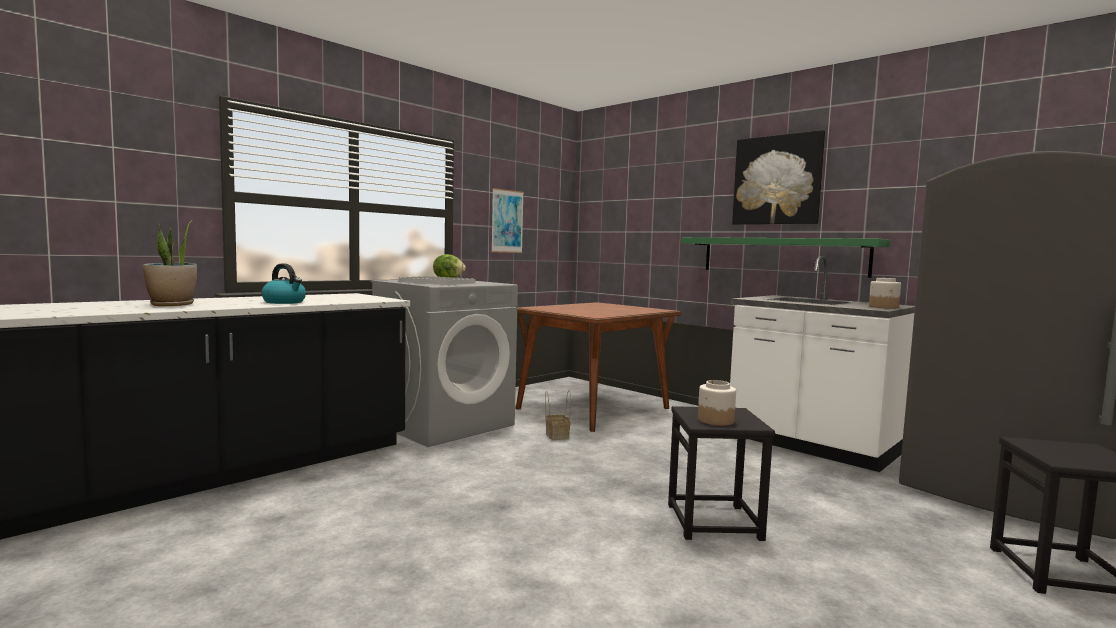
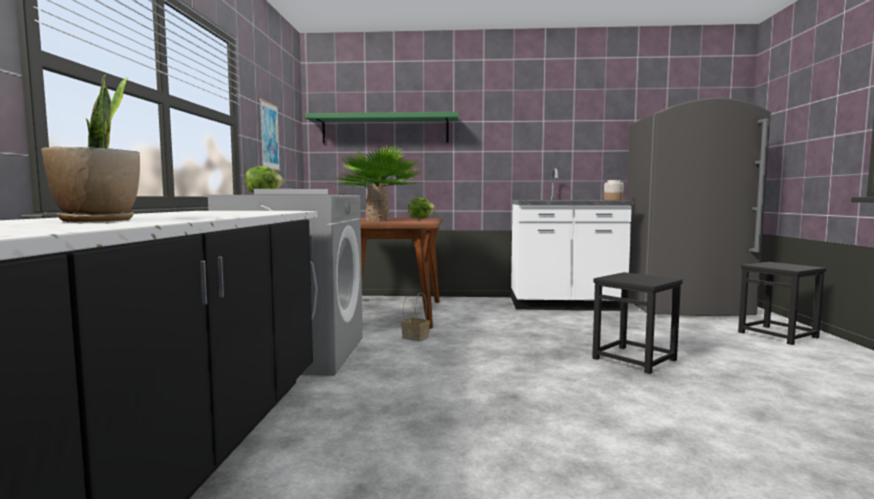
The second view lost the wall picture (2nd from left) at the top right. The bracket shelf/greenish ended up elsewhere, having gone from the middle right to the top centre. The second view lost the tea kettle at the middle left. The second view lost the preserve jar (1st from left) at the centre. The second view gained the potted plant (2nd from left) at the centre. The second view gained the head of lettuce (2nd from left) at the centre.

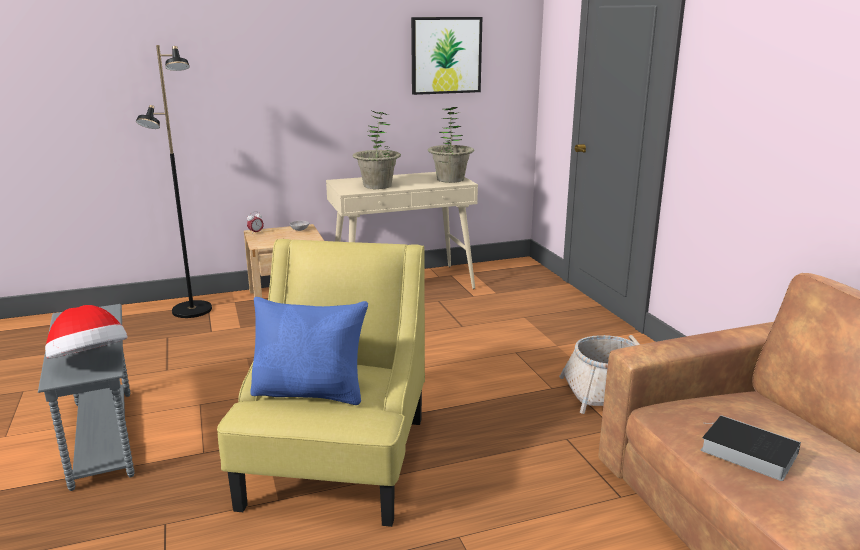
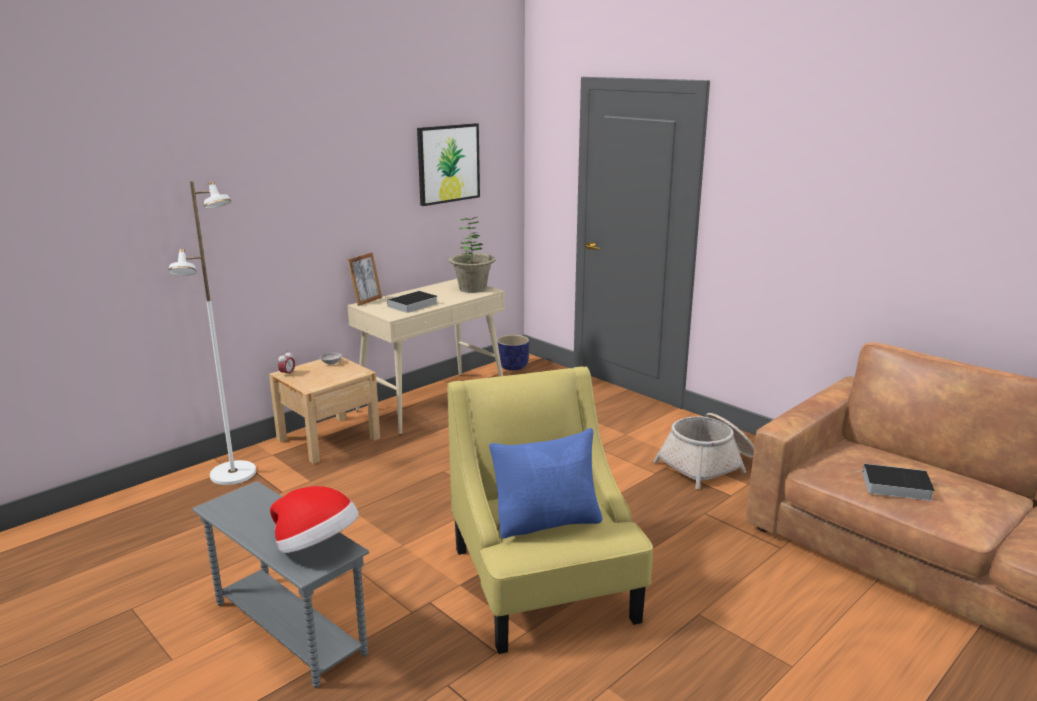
What was the standing lamp/black-coloured at the top left turned into the standing lamp/white-coloured at the middle left. Where the potted plant (1st from left) stood at the top centre, the book (1st from left) came to stand at the centre. The second view gained the picture frame at the centre. The second view gained the plant pot at the centre.

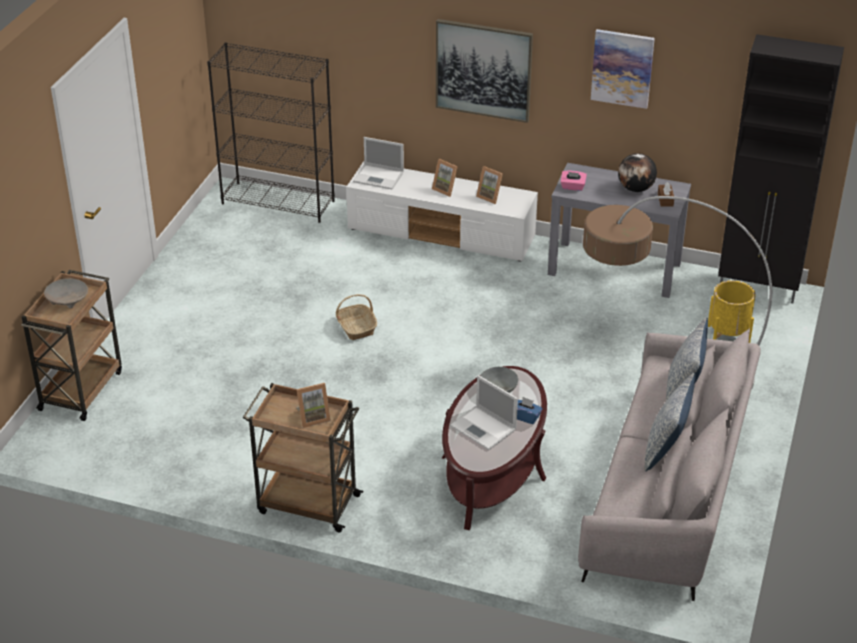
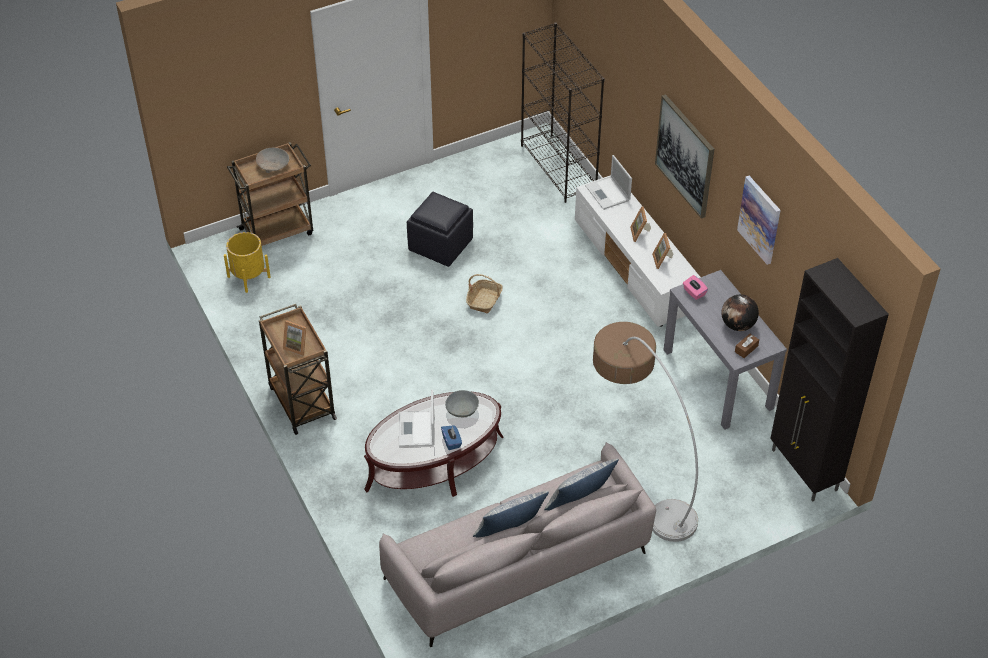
The plant pot/yellowish ended up elsewhere, having gone from the middle right to the middle left. The second view gained the footrest/black-coloured at the centre.

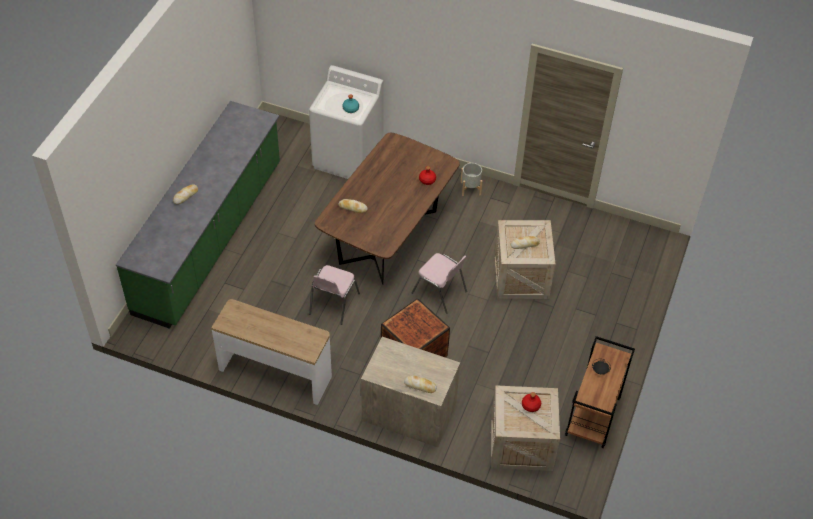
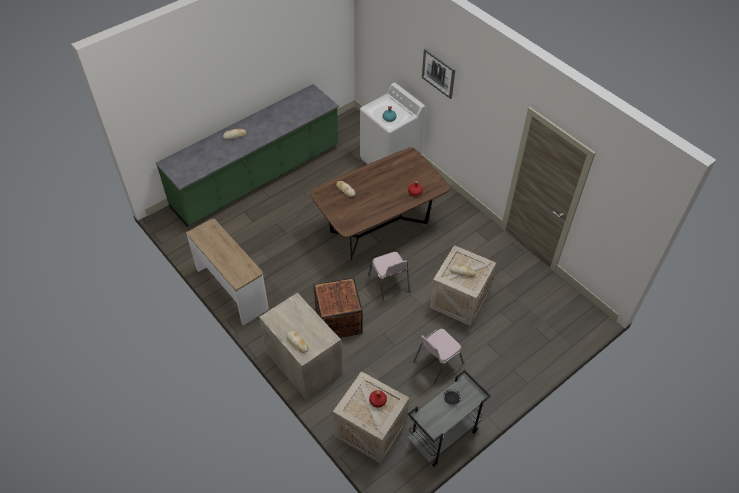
The second view lost the plant pot/greyish at the centre. The plain chair/pinkish (1st from left in the first image) ended up elsewhere, having gone from the centre to the bottom centre. What was the wheeled cart/brownish at the bottom right turned into the wheeled cart/greyish at the bottom centre. The second view gained the wall picture at the top centre.

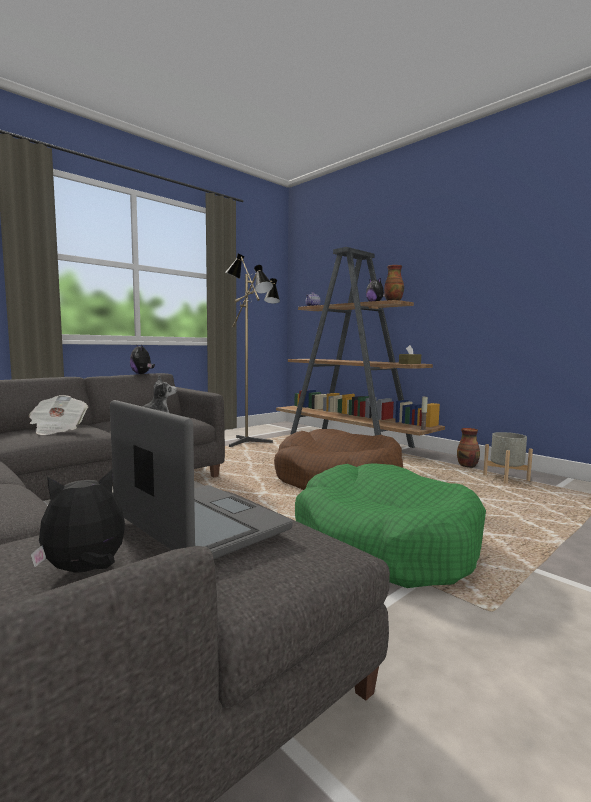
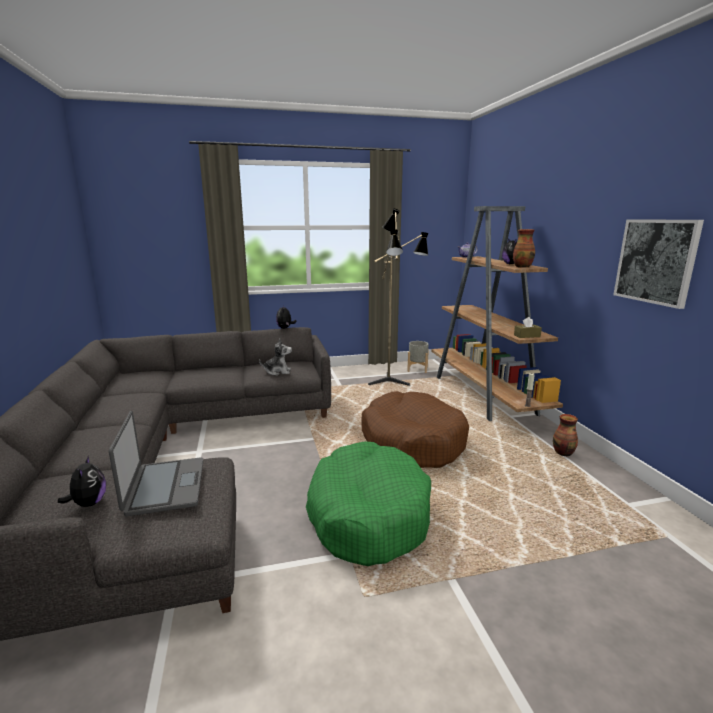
The second view lost the printed paper at the middle left. The plant pot/greyish ended up elsewhere, having gone from the middle right to the centre. The plush toy (1st from left) at the middle left ended up facing another way, 75 degrees clockwise from before. The second view gained the wall picture at the middle right.

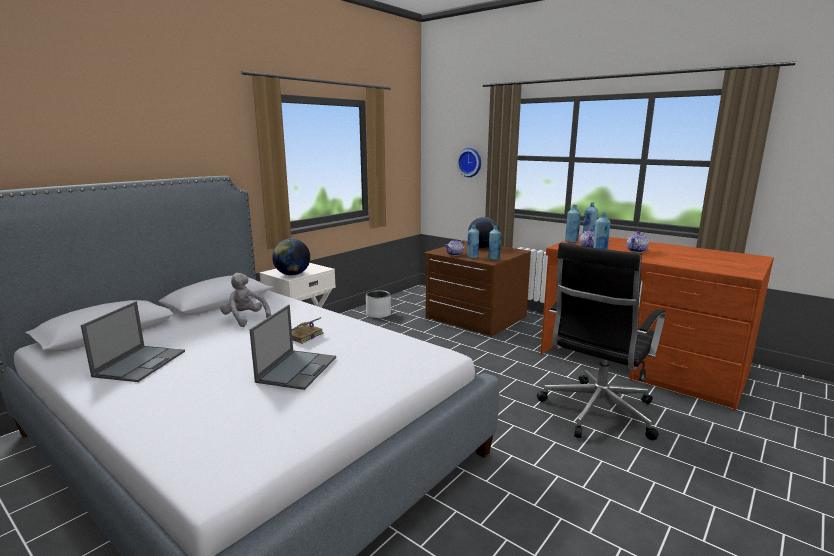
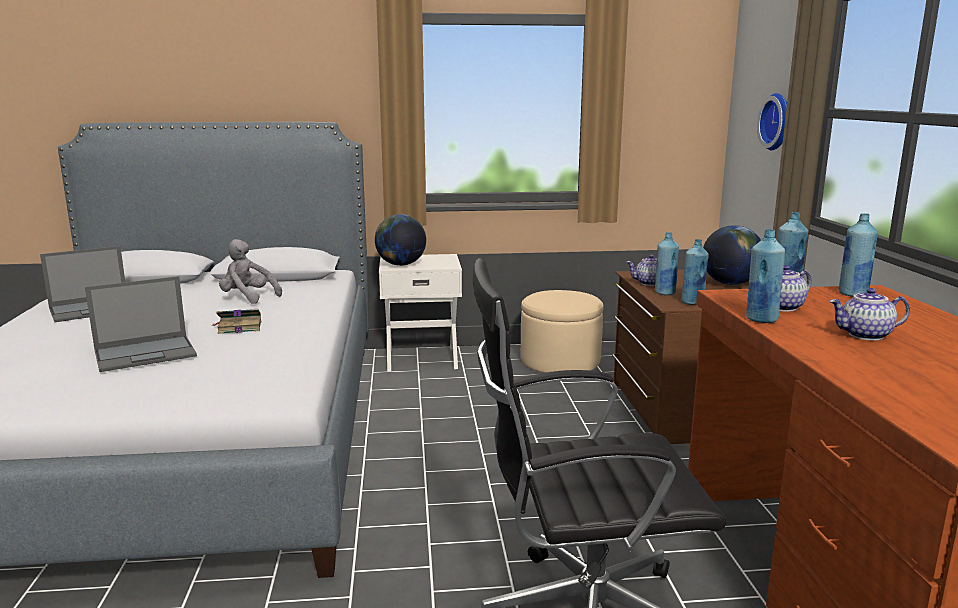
The plush toy/greyish at the middle left ended up facing another way, 60 degrees counterclockwise from before. Where the plant pot/greyish stood at the centre, the footrest/beige-coloured came to stand at the centre.

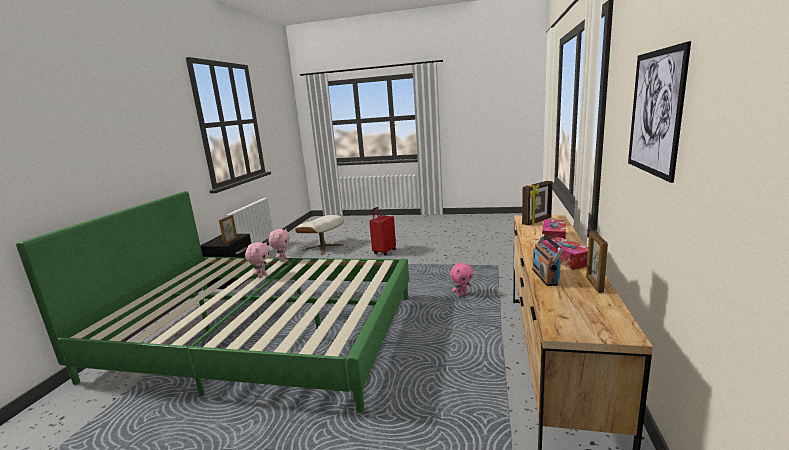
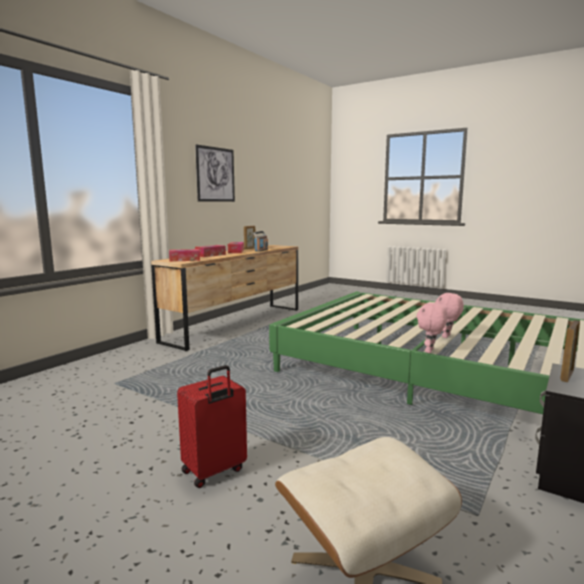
Where the picture frame (2nd from left) stood at the middle right, the tissue holder (1st from left) came to stand at the middle left. The second view lost the plush toy/pinkish (3rd from left) at the centre.

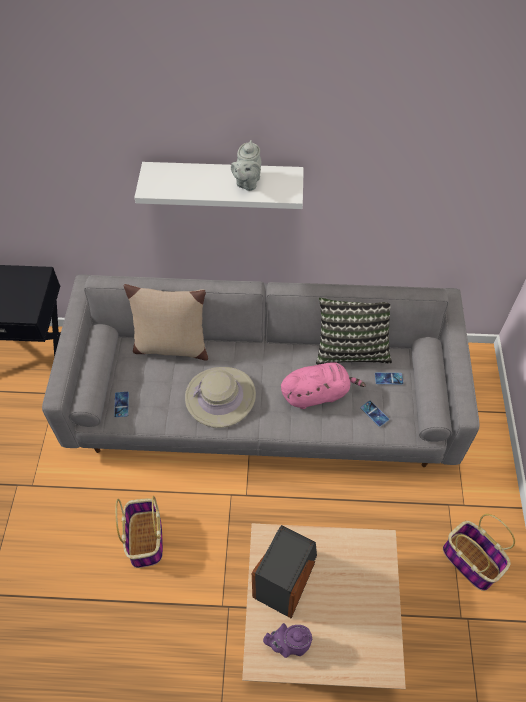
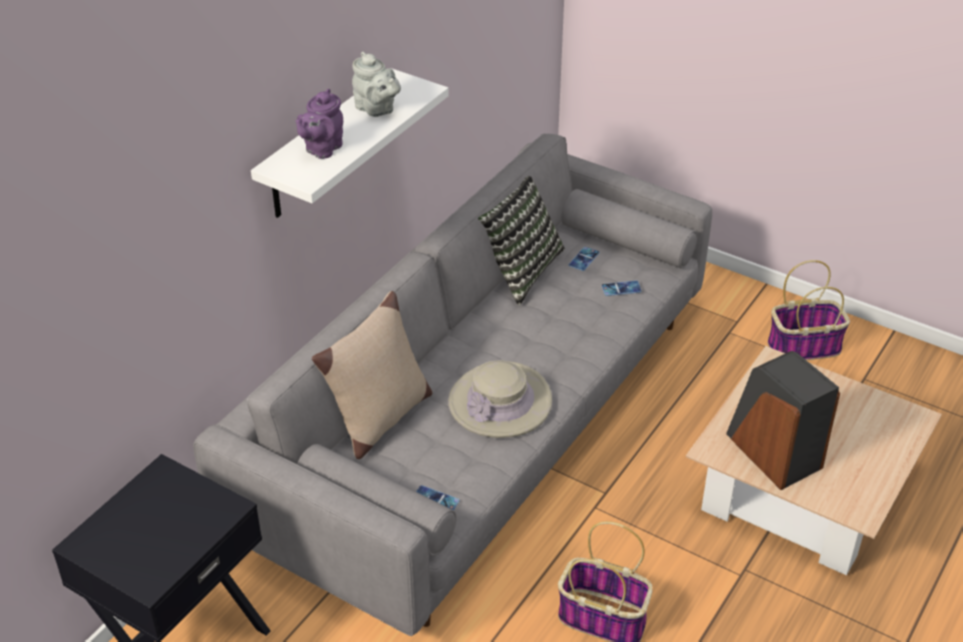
The second view lost the plush toy/pinkish at the centre. The pot for tea/purplish ended up elsewhere, having gone from the bottom centre to the top left.

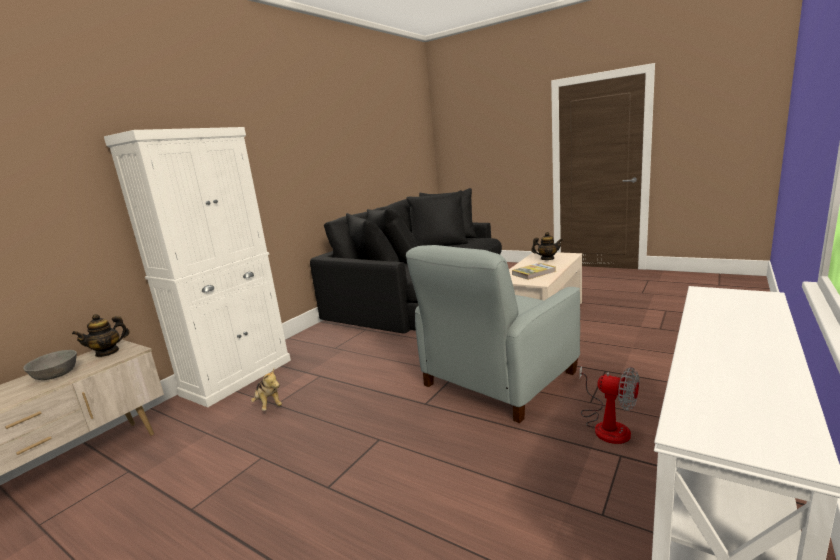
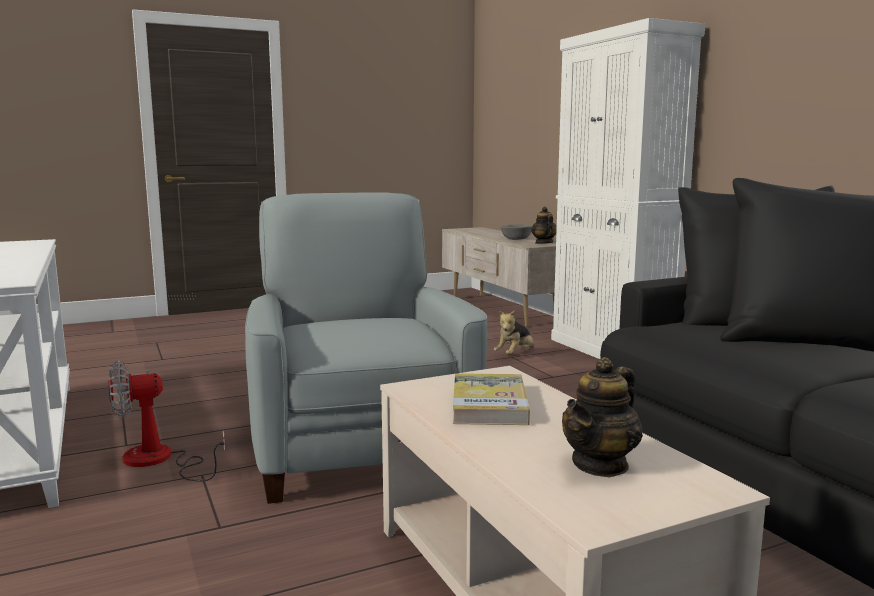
The plush toy at the bottom left ended up facing another way, 45 degrees counterclockwise from before.

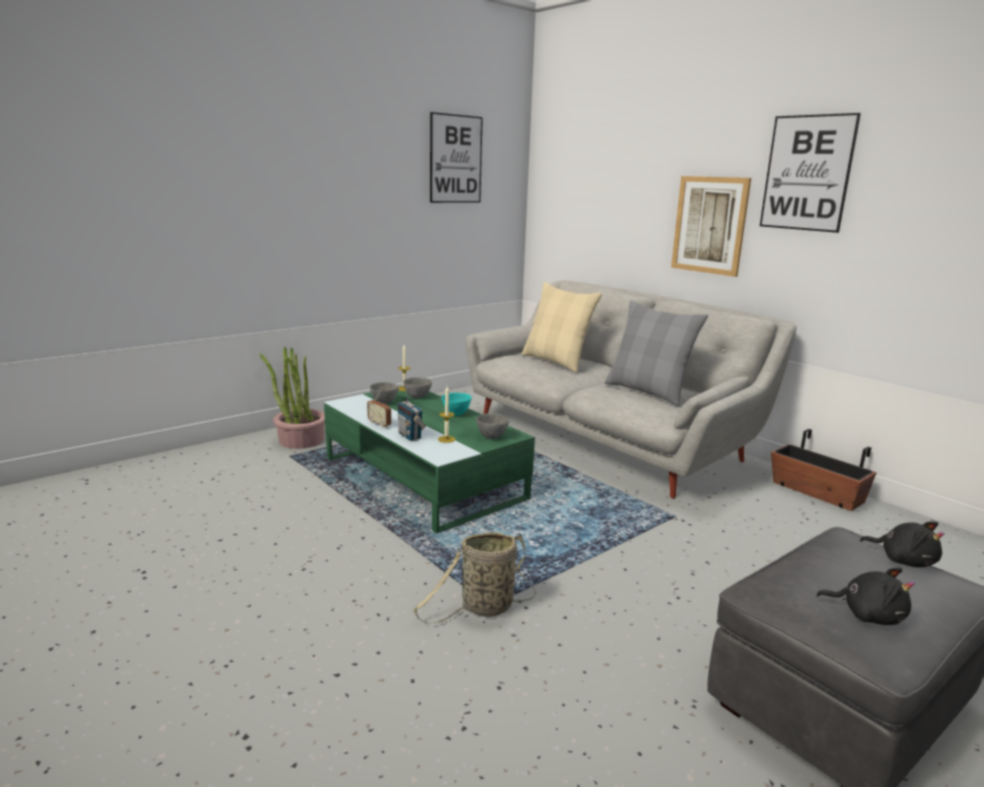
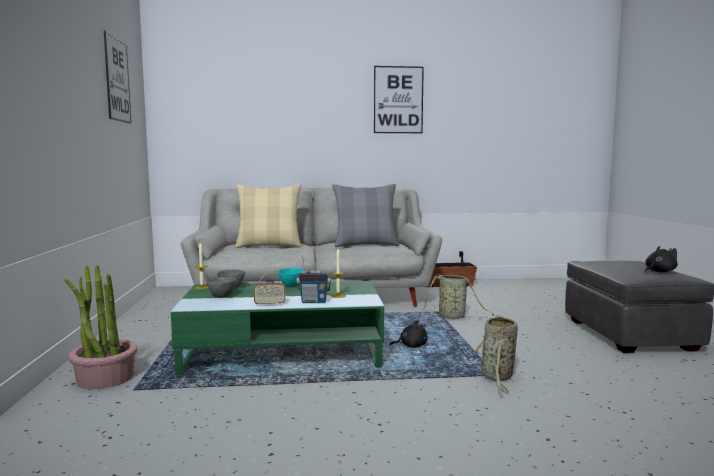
The second view lost the wall picture (2nd from left) at the top right. The second view lost the bowl/greyish (3rd from left) at the centre. The plush toy/black-coloured (2nd from left in the first image) ended up elsewhere, having gone from the bottom right to the bottom centre. The second view gained the basket (1st from left) at the centre.

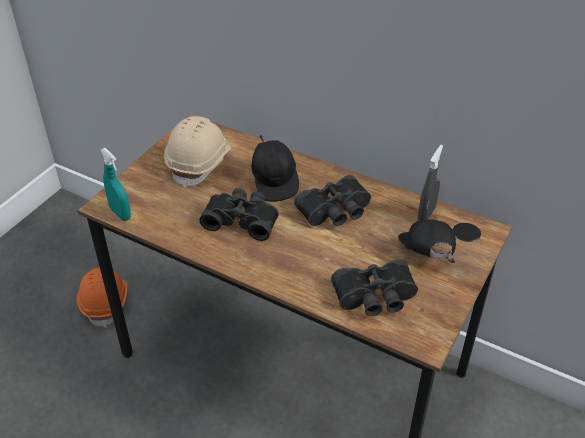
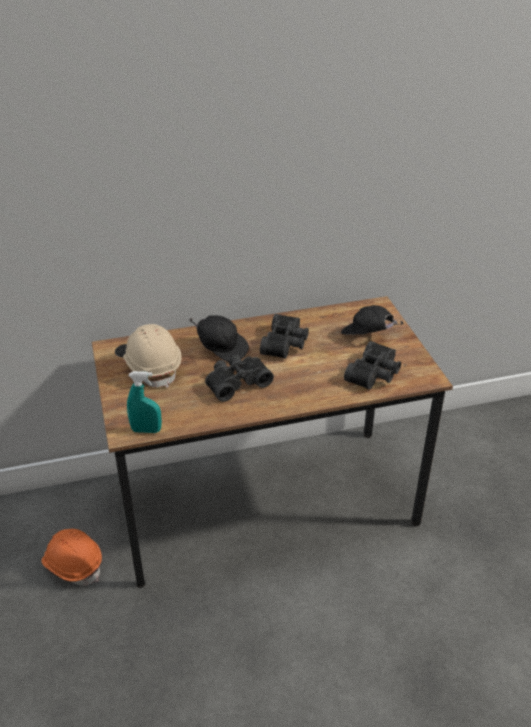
The second view lost the hand sprayer/greyish at the middle right.

